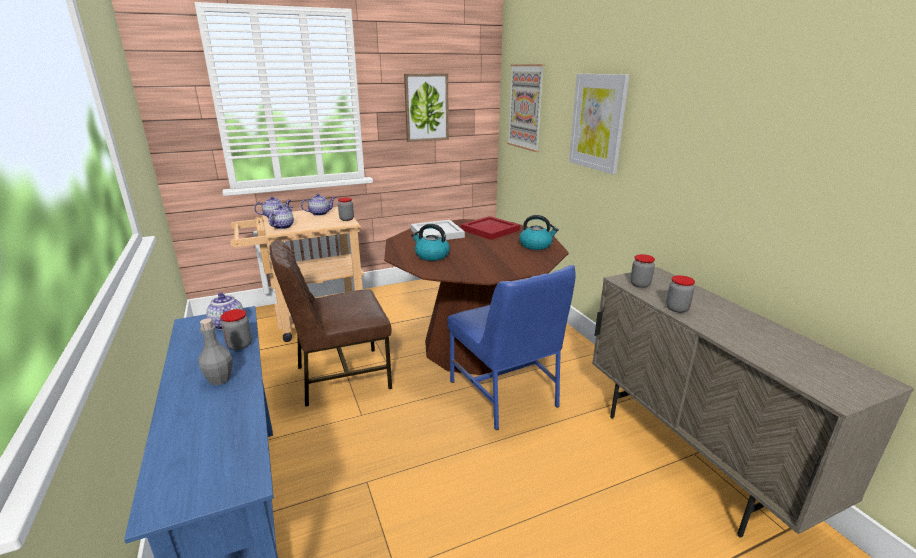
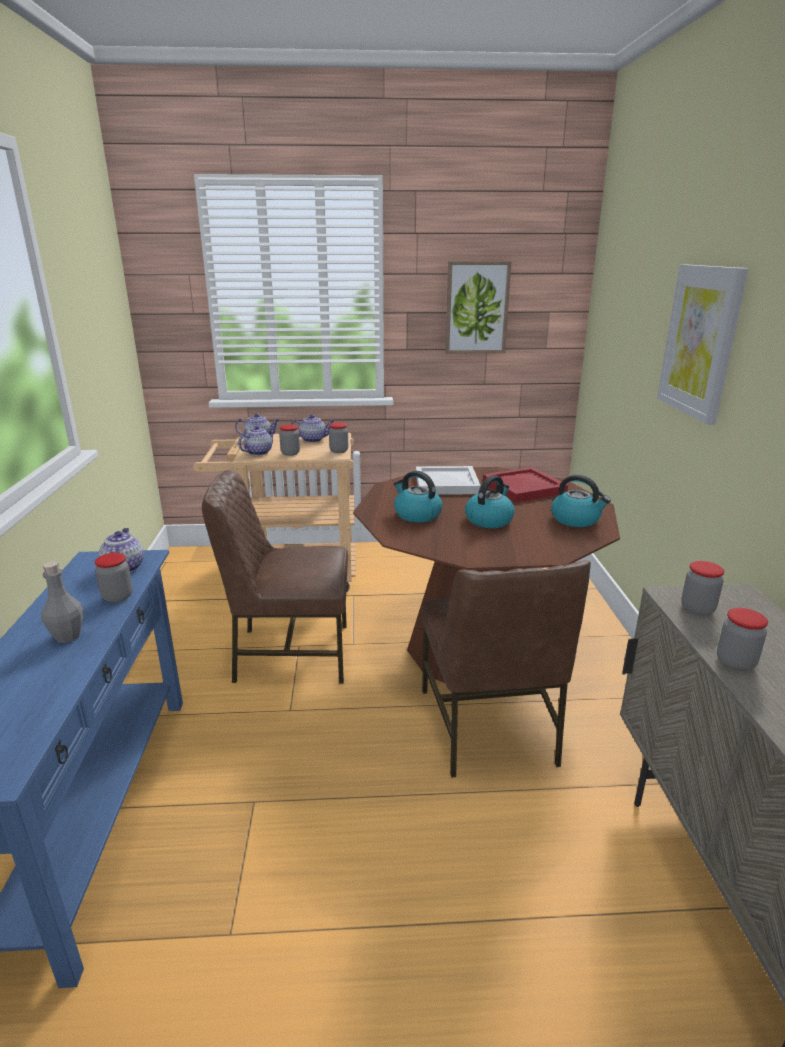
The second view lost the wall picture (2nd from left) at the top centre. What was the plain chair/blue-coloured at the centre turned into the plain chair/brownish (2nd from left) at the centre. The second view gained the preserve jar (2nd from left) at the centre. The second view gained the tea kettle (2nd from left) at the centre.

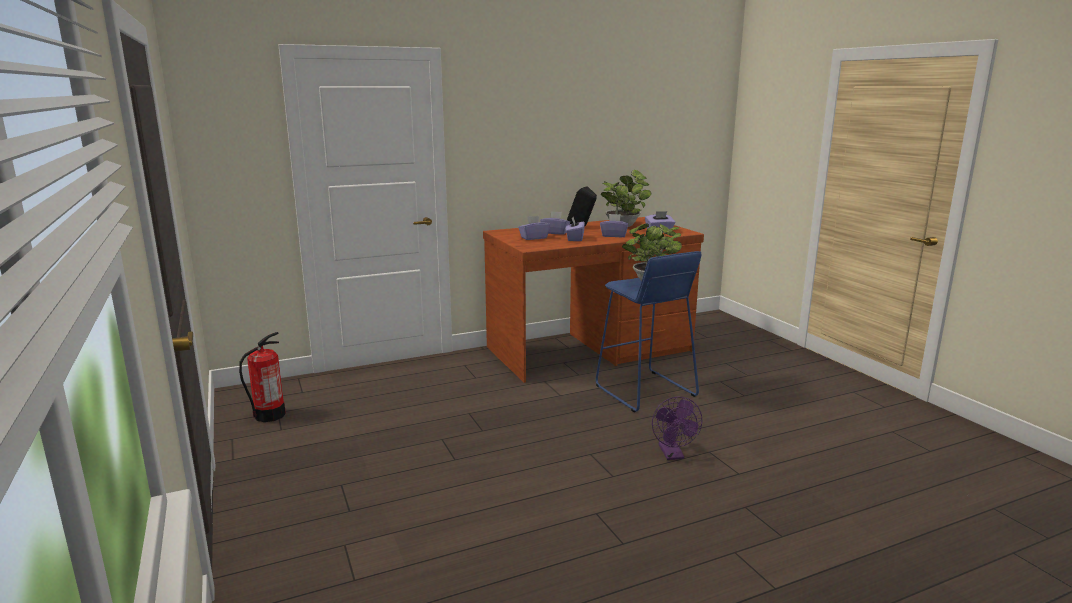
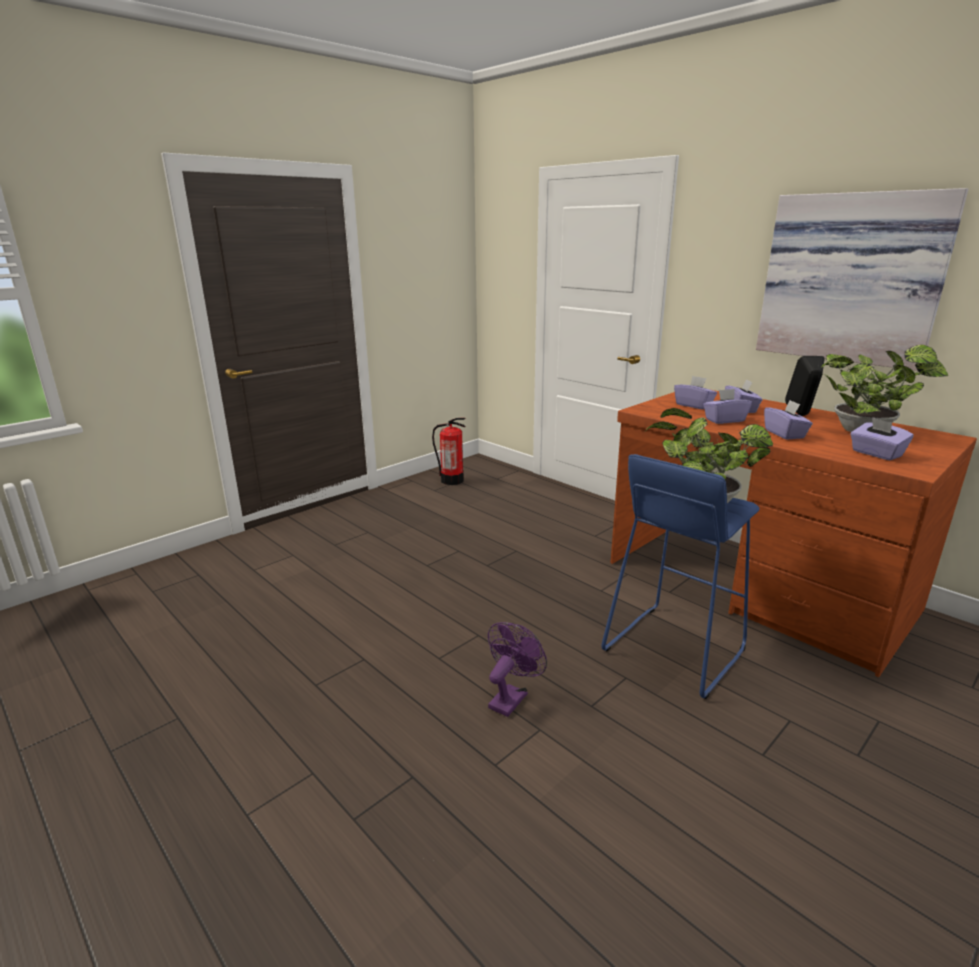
The electric fan/purplish at the bottom centre ended up facing another way, 150 degrees clockwise from before. The second view gained the wall picture at the top right.

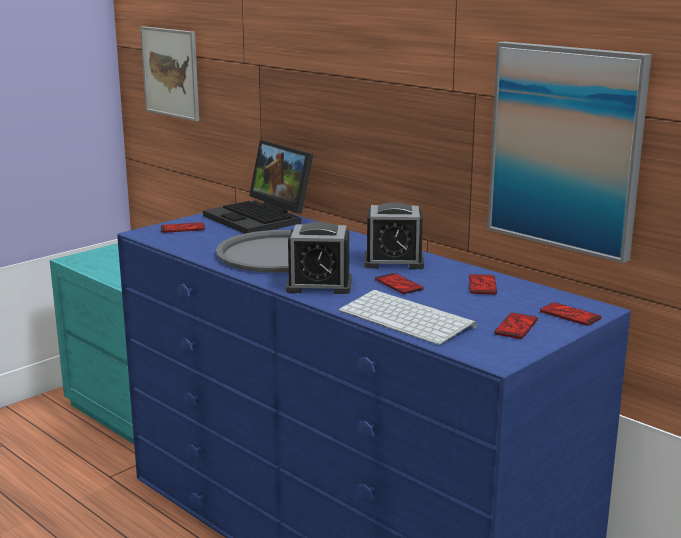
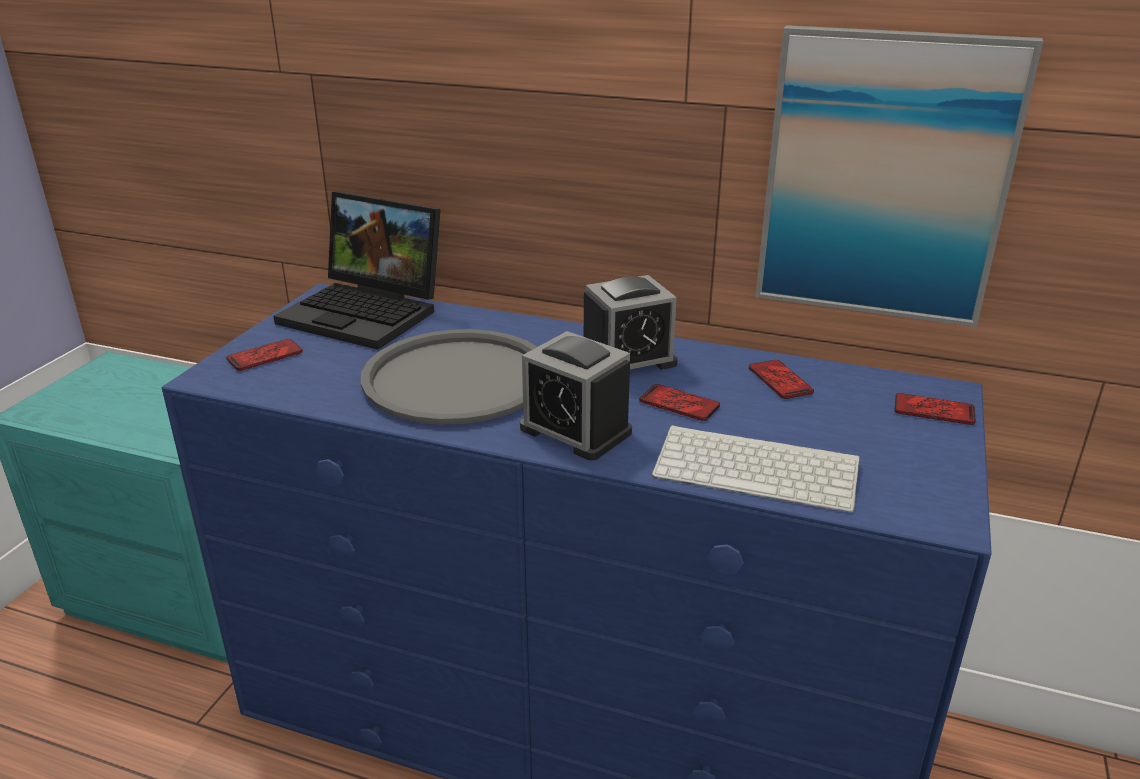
The second view lost the wall picture (1st from left) at the top left. The bedside clock (1st from left) at the centre ended up facing another way, 60 degrees clockwise from before. The second view lost the telephone (4th from left) at the middle right.

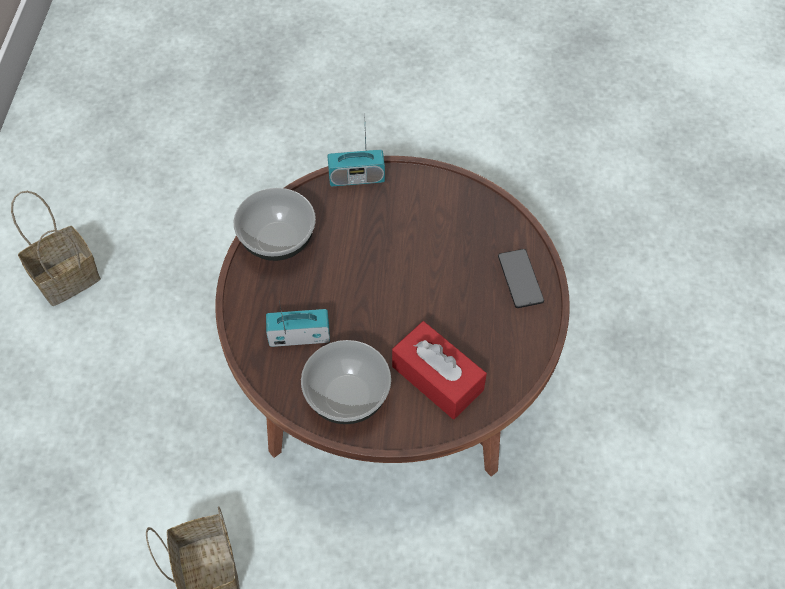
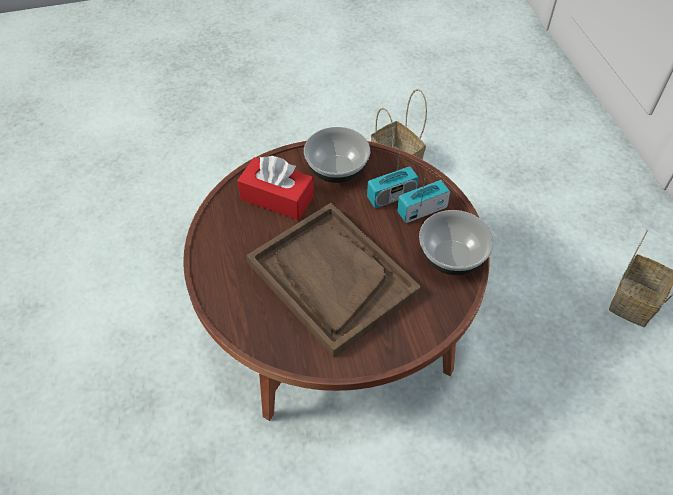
The radio (2nd from left) ended up elsewhere, having gone from the top centre to the centre. The second view lost the telephone at the centre. The second view gained the carrying tray/brownish at the centre.

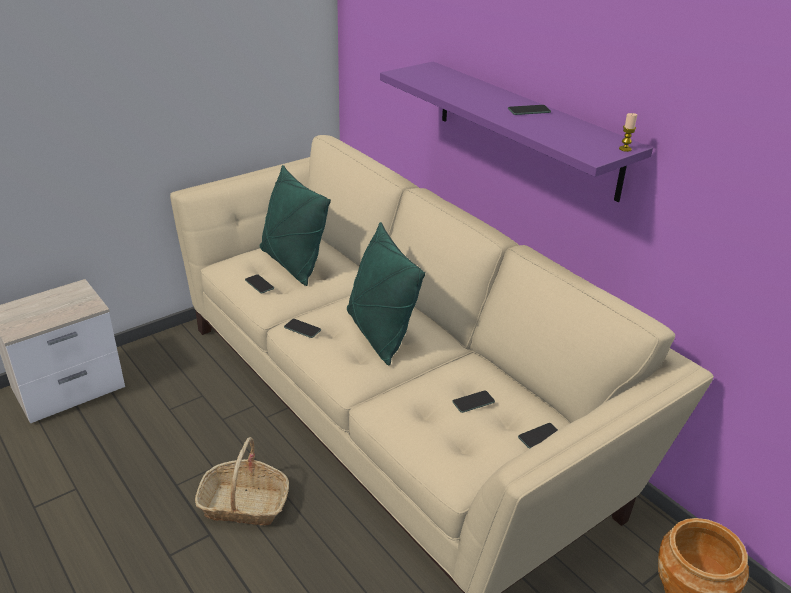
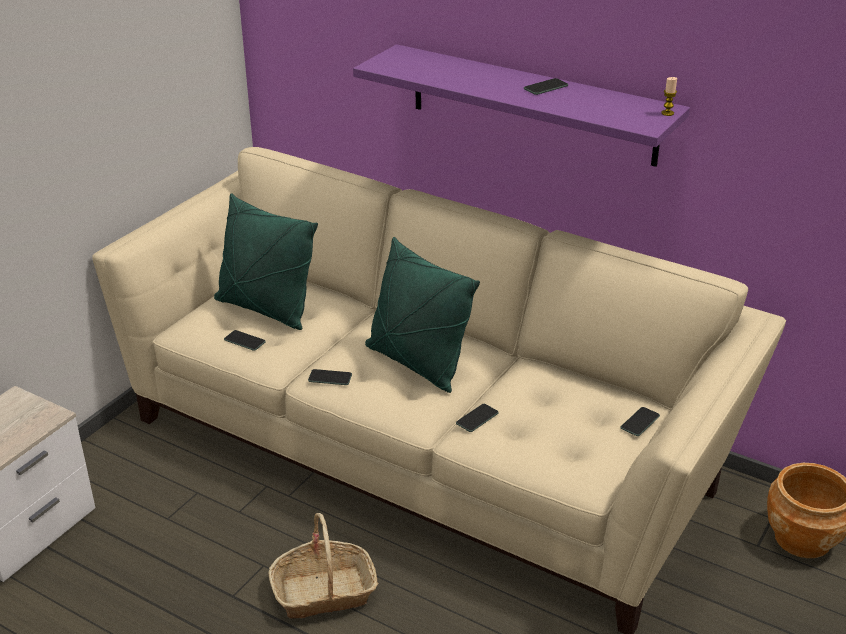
The telephone (3rd from left) ended up elsewhere, having gone from the bottom centre to the centre.

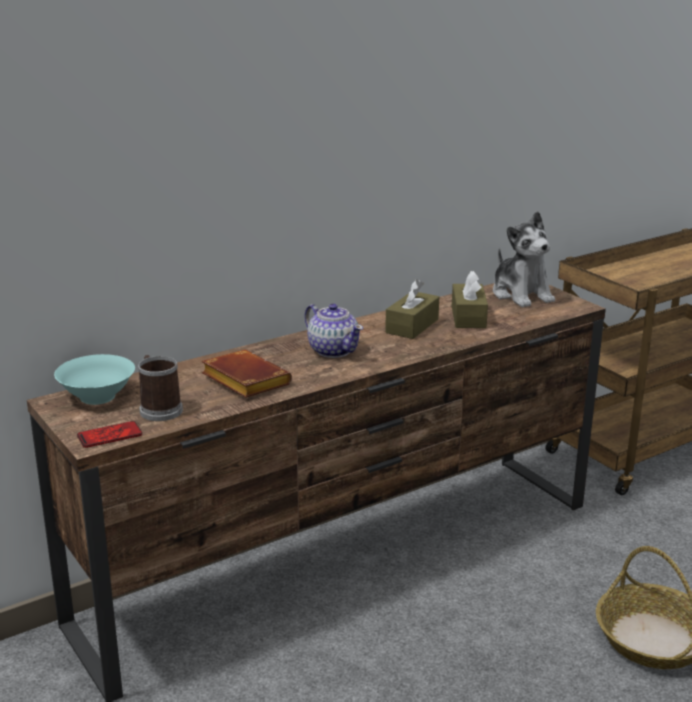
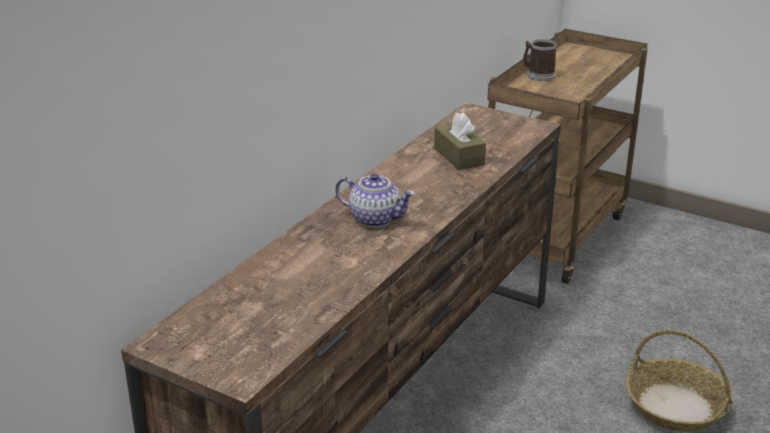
The second view lost the plush toy at the middle right. The second view lost the tissue holder/brownish (1st from left) at the centre. The second view lost the book/brownish at the centre. The second view lost the bowl/blue-green at the middle left. The tea mug ended up elsewhere, having gone from the middle left to the top right. The second view lost the telephone at the middle left.

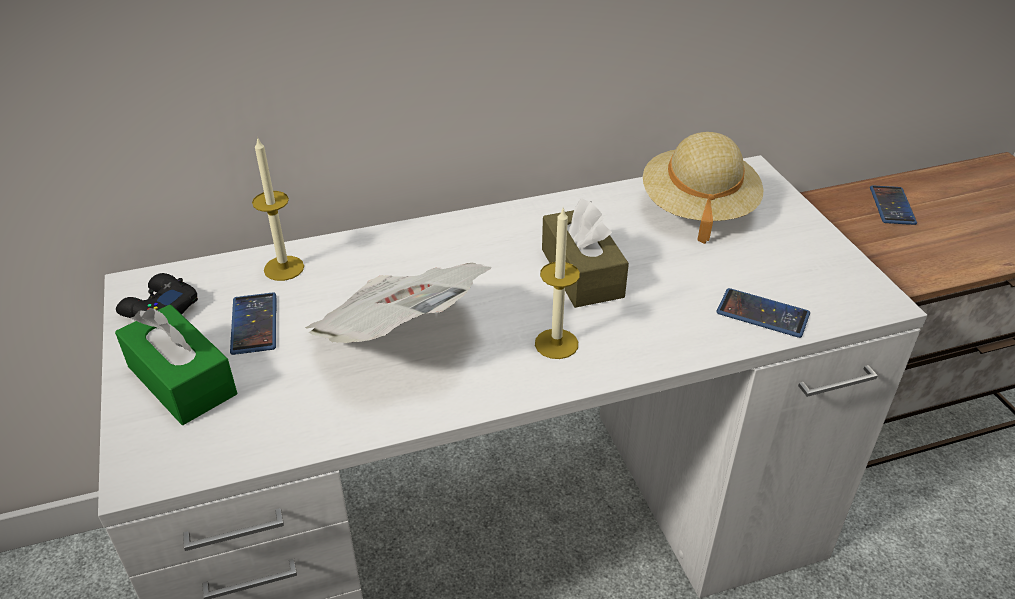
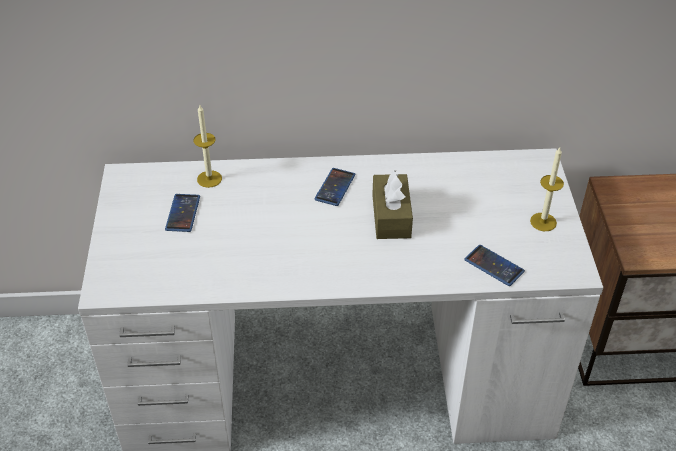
The second view lost the wearable hat/beige-coloured at the top right. The telephone (3rd from left in the first image) ended up elsewhere, having gone from the middle right to the centre. The wax light (2nd from left) ended up elsewhere, having gone from the centre to the middle right. The second view lost the printed paper at the centre. The second view lost the joypad/black-coloured at the middle left. The second view lost the tissue holder/greenish at the middle left.

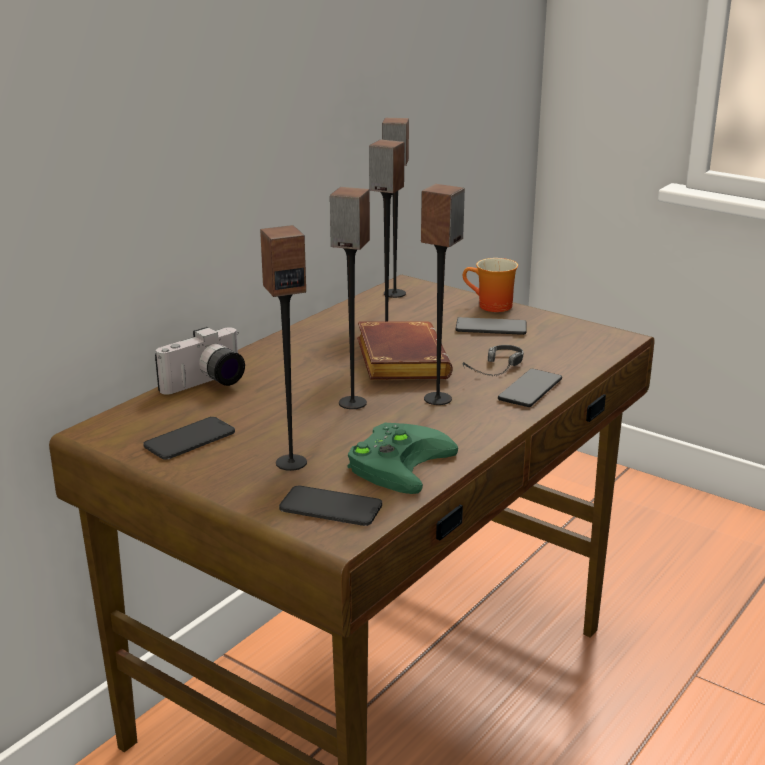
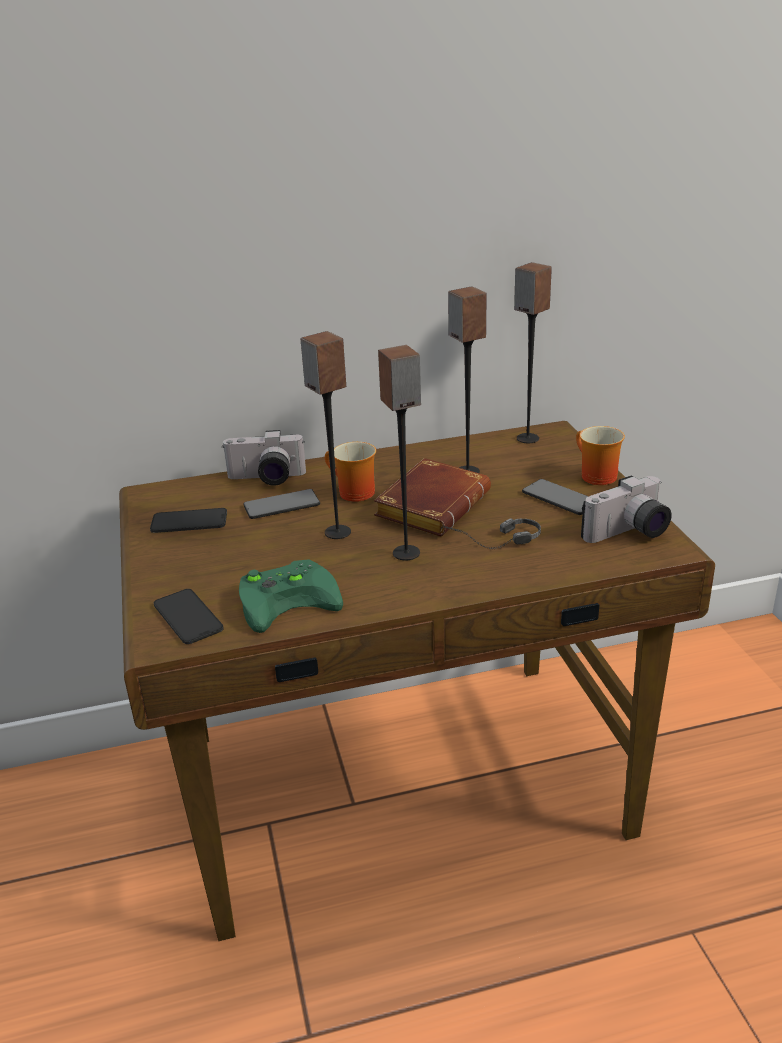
The second view lost the loudspeaker (1st from left) at the centre. The telephone (4th from left in the first image) ended up elsewhere, having gone from the middle right to the centre. The second view gained the tea mug (1st from left) at the centre. The second view gained the still camera (2nd from left) at the middle right.

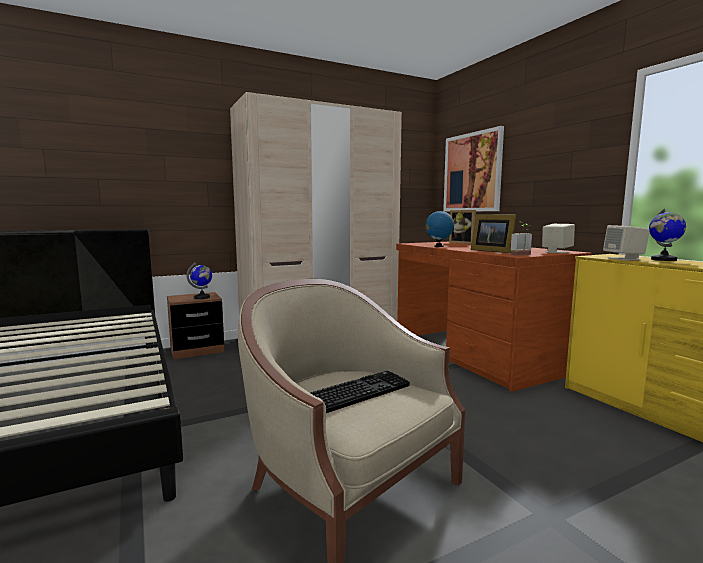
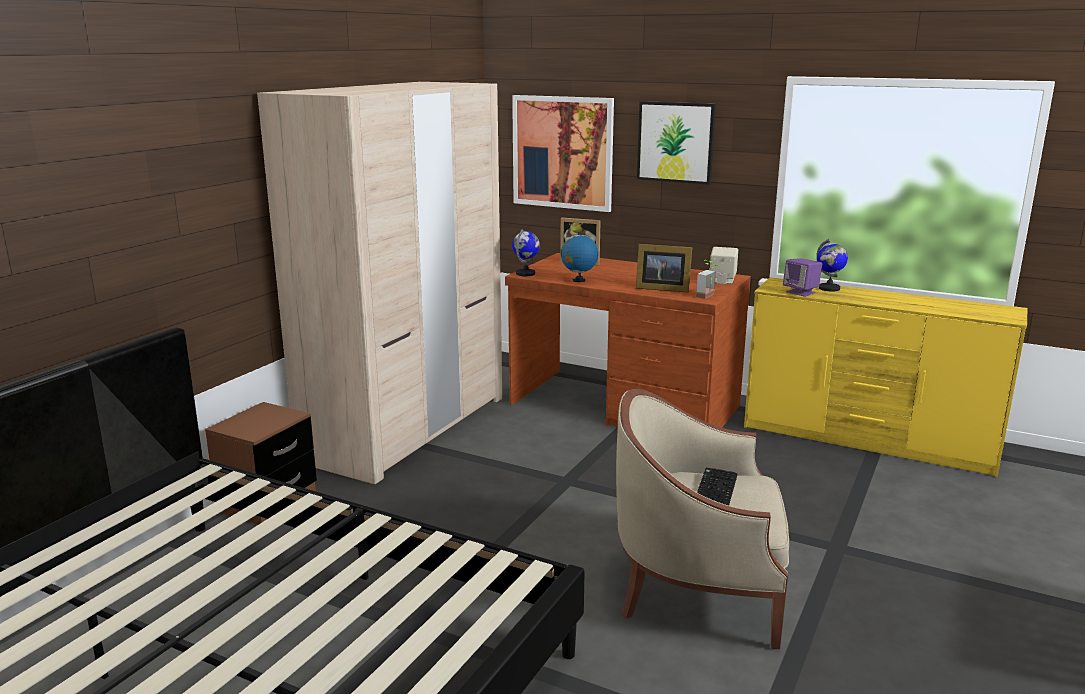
What was the loudspeaker/beige-coloured (2nd from left) at the middle right turned into the loudspeaker/purplish at the middle right. The desk globe (1st from left) ended up elsewhere, having gone from the middle left to the centre. The second view gained the wall picture (2nd from left) at the top centre.

